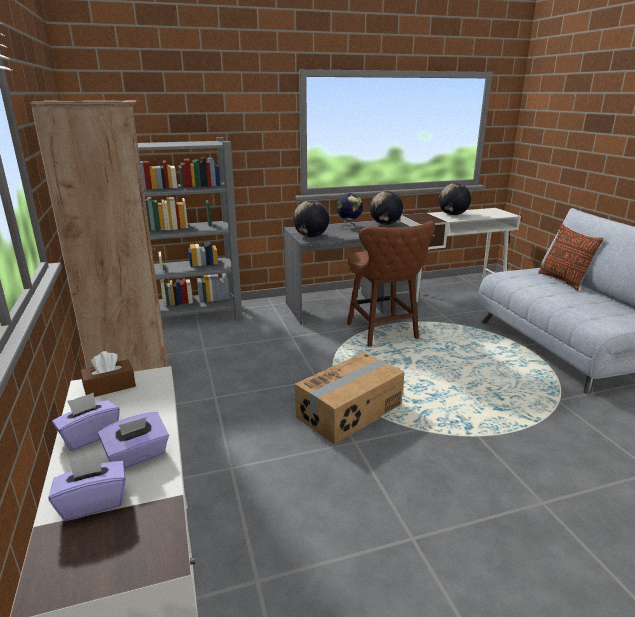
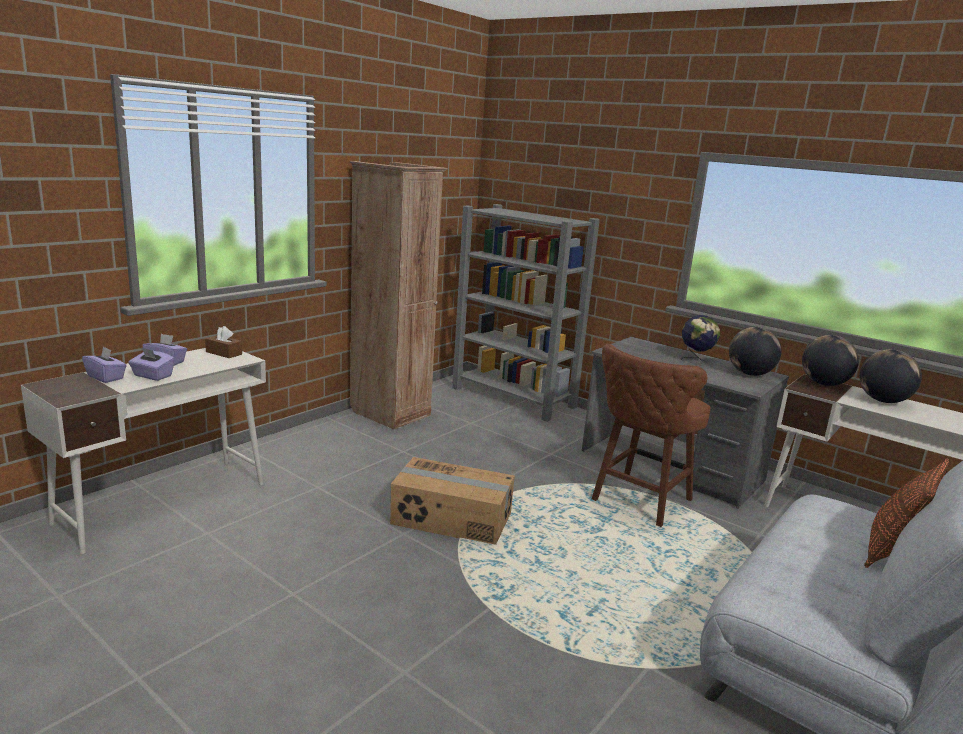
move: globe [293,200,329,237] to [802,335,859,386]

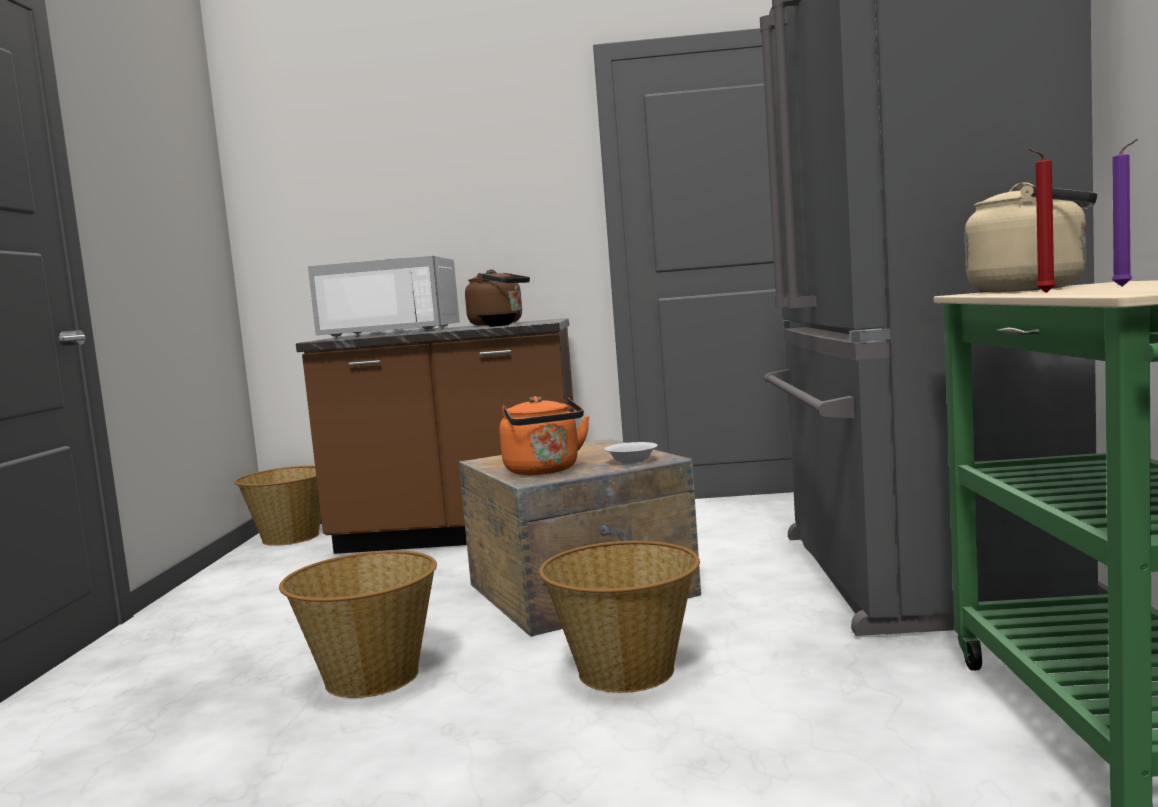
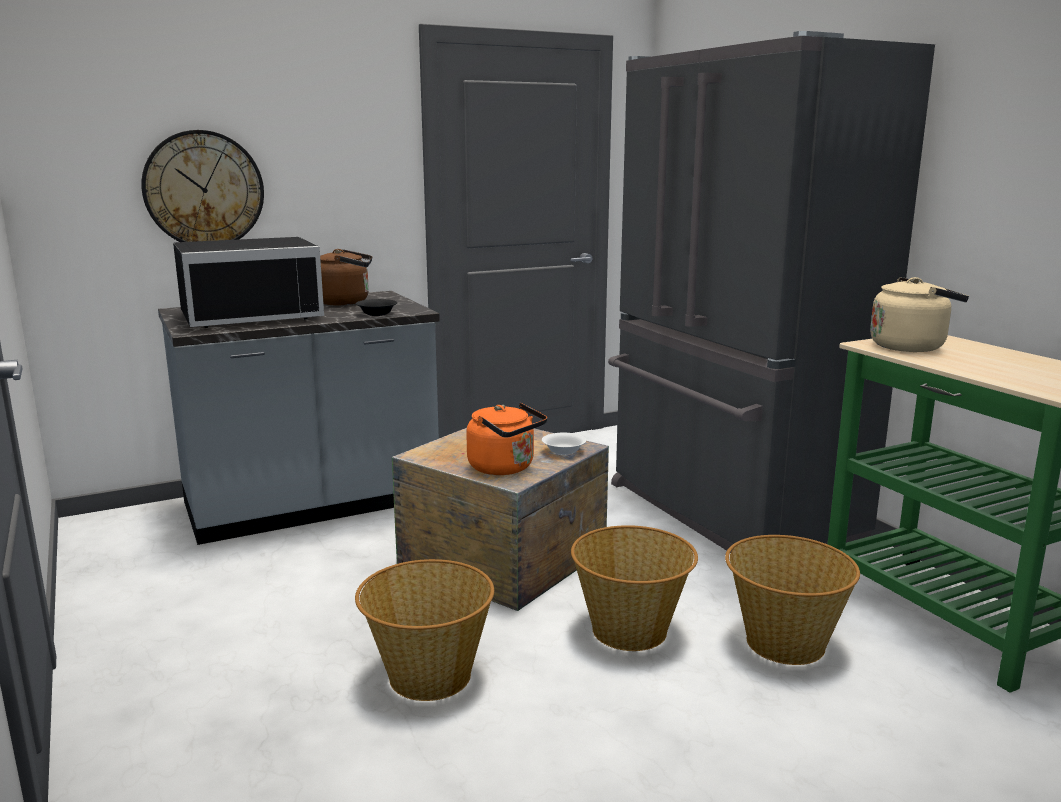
delete: red candle [1027,148,1056,293]; purple candle [1112,139,1138,287]
insert: wall clock [141,130,264,242]
move: basket [234,466,321,546] to [725,535,860,665]
recolor: brown counter [296,318,574,554] to grey counter [158,291,440,545]; white microwave [308,256,460,339] to black microwave [173,237,324,328]

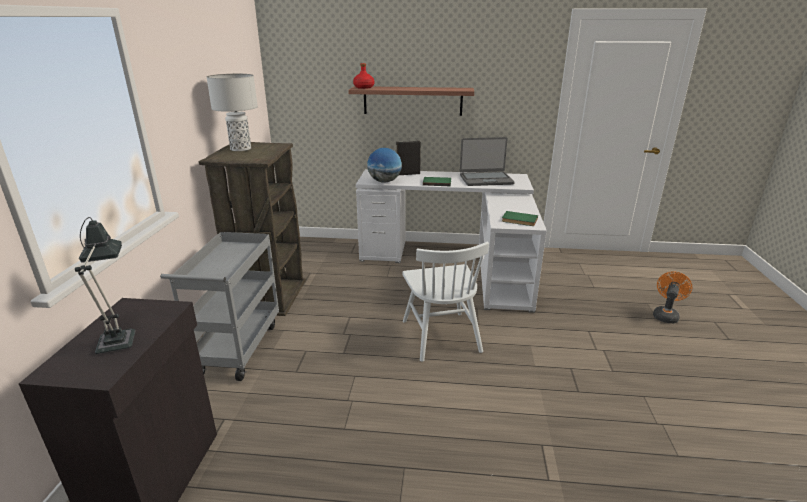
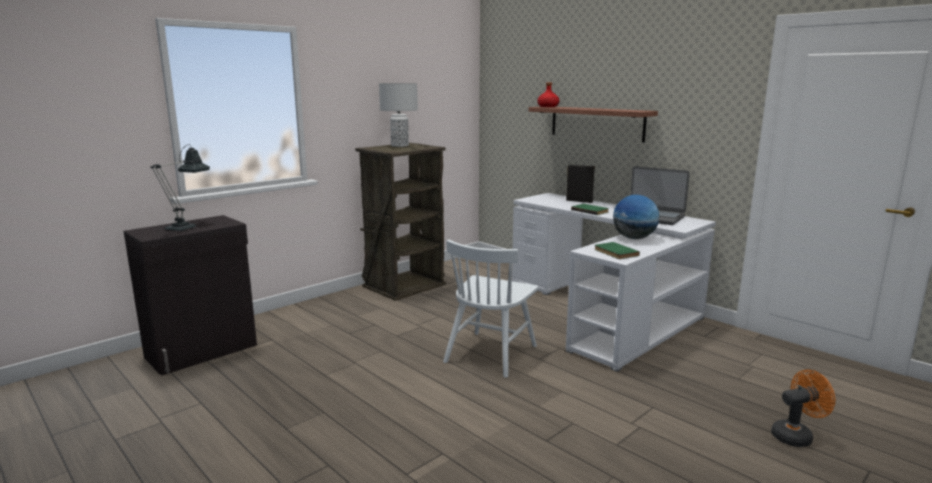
delete: grey cart [160,232,279,381]
move: globe [367,148,402,182] to [613,195,659,239]

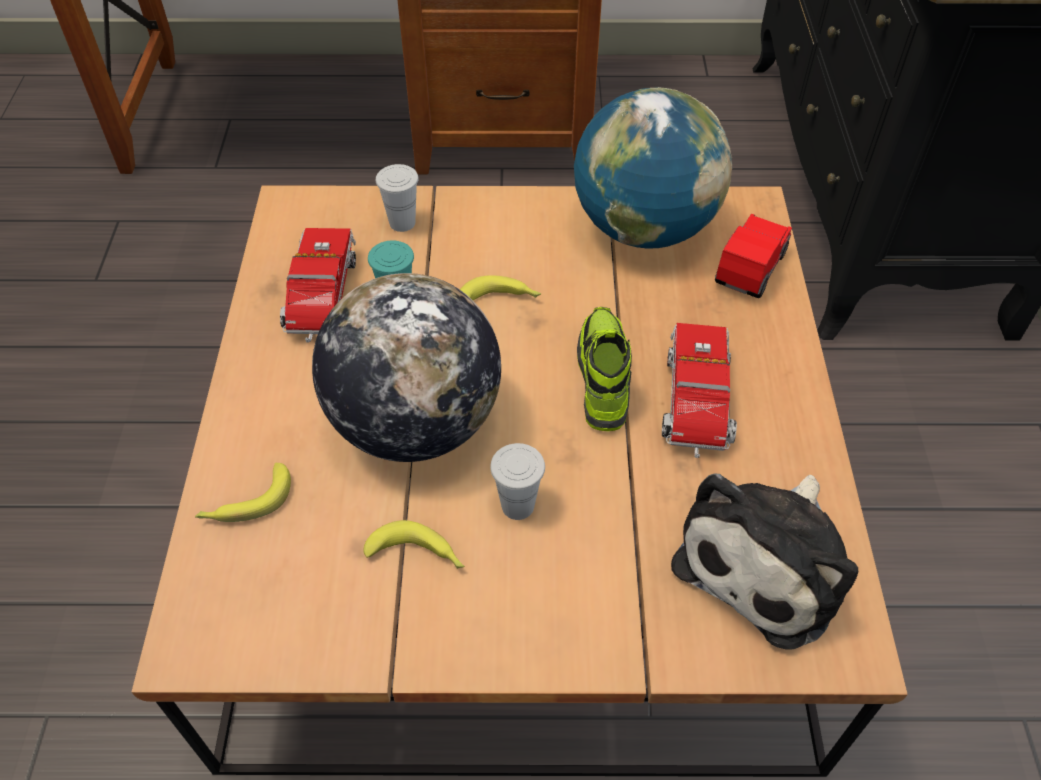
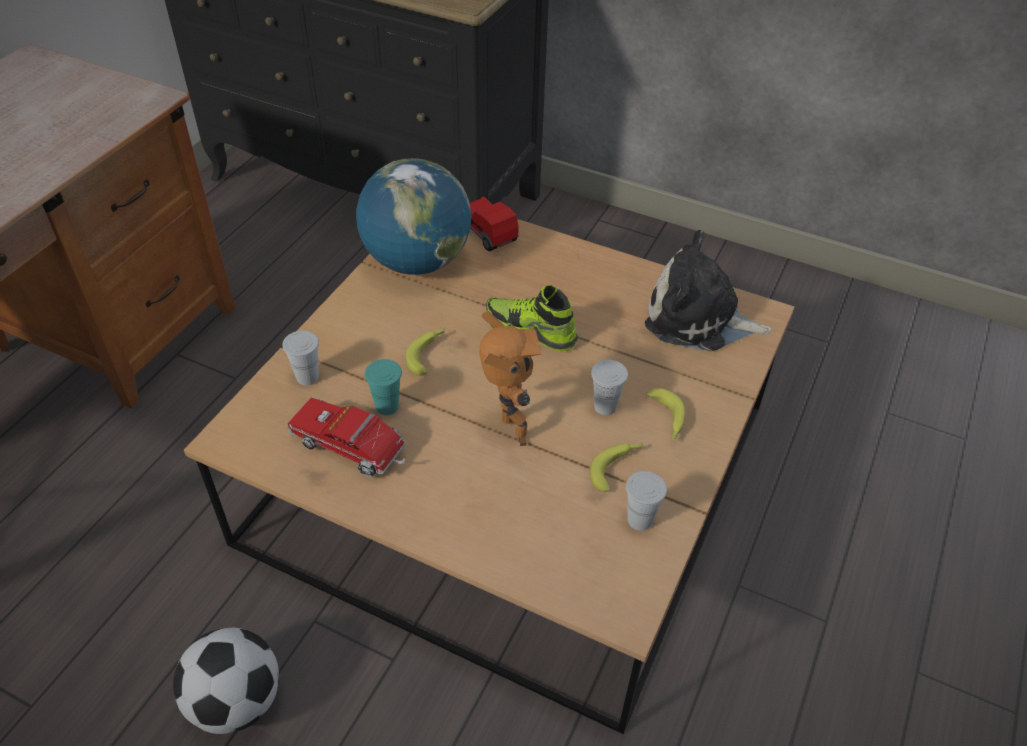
delete: toy truck [662,323,737,459]
insert: football [173,627,279,734]; white cup [626,471,667,531]
move: banana [195,463,291,522] to [647,388,686,441]
replace: globe [312,273,501,462] to toy robot [480,311,541,446]
rotate: plush toy [671,474,858,650] = [645,230,771,351] 135 degrees clockwise

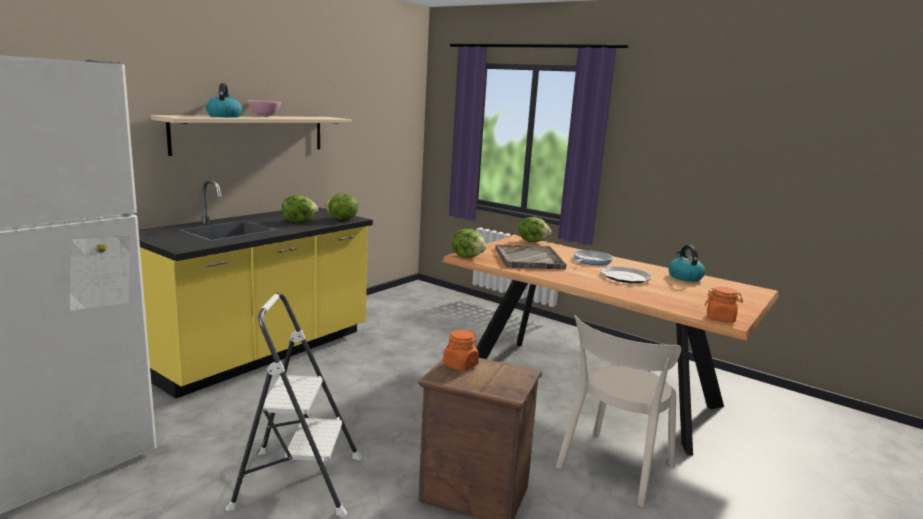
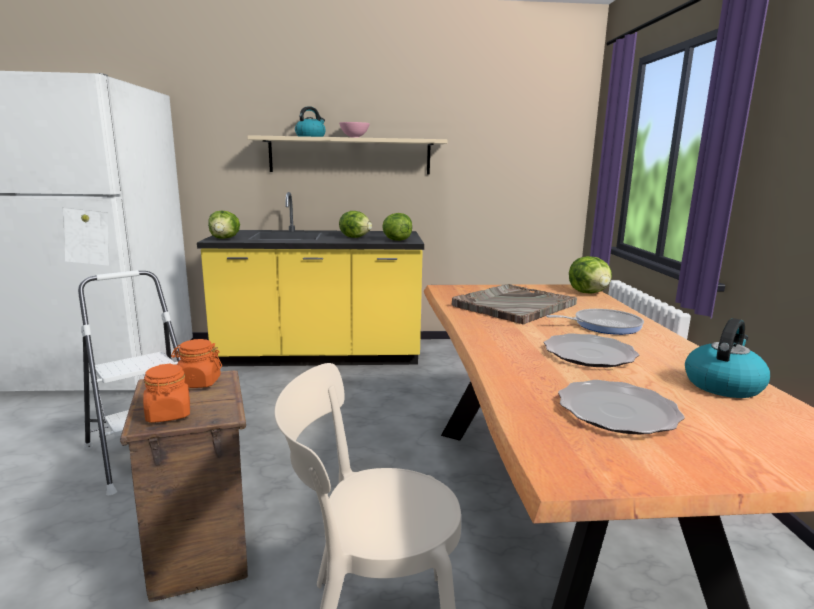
insert: plate [558,380,685,434]
move: lettuce [451,229,487,258] to [208,211,240,239]; orange jar [705,287,743,323] to [143,363,190,423]

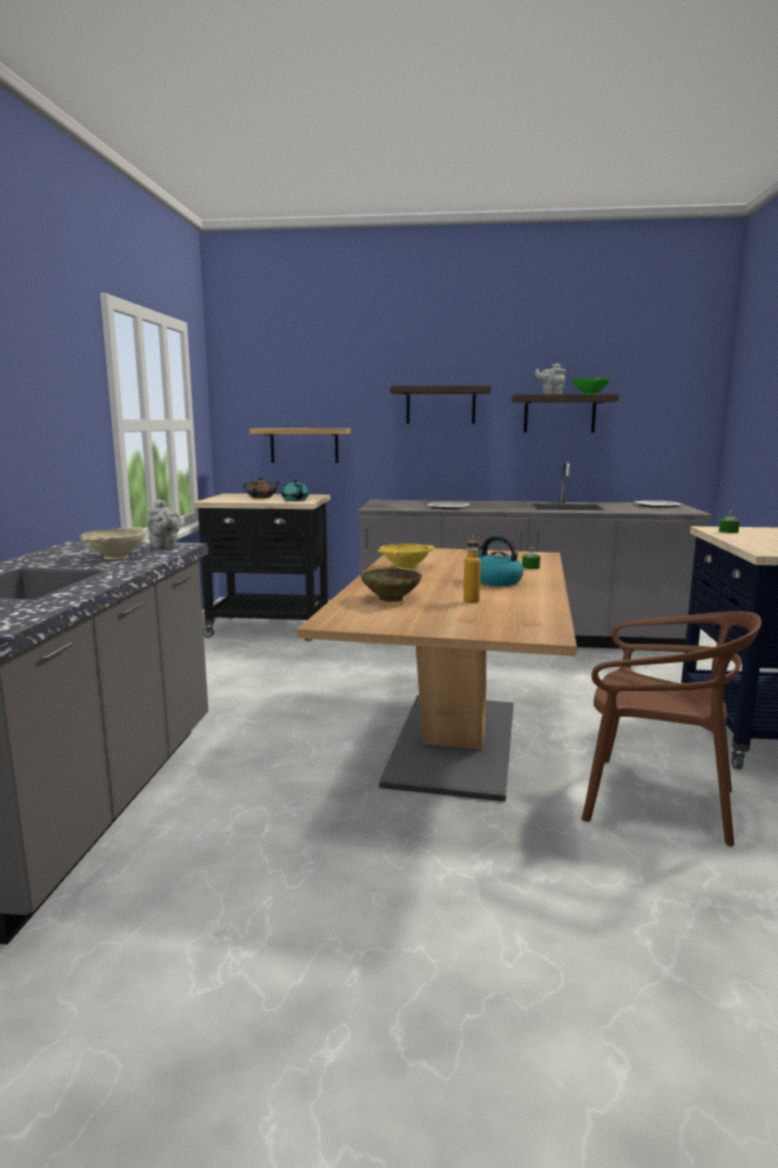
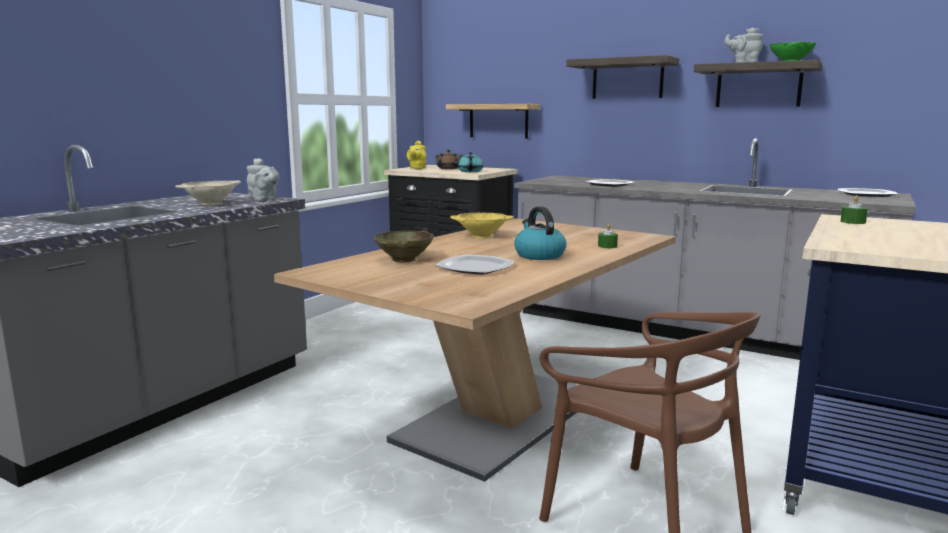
insert: yellow teapot [407,141,426,169]
replace: bottle [463,534,481,603] to plate [435,254,515,275]
rotate: grey teapot [147,500,181,549] = [247,158,279,200] 45 degrees counterclockwise

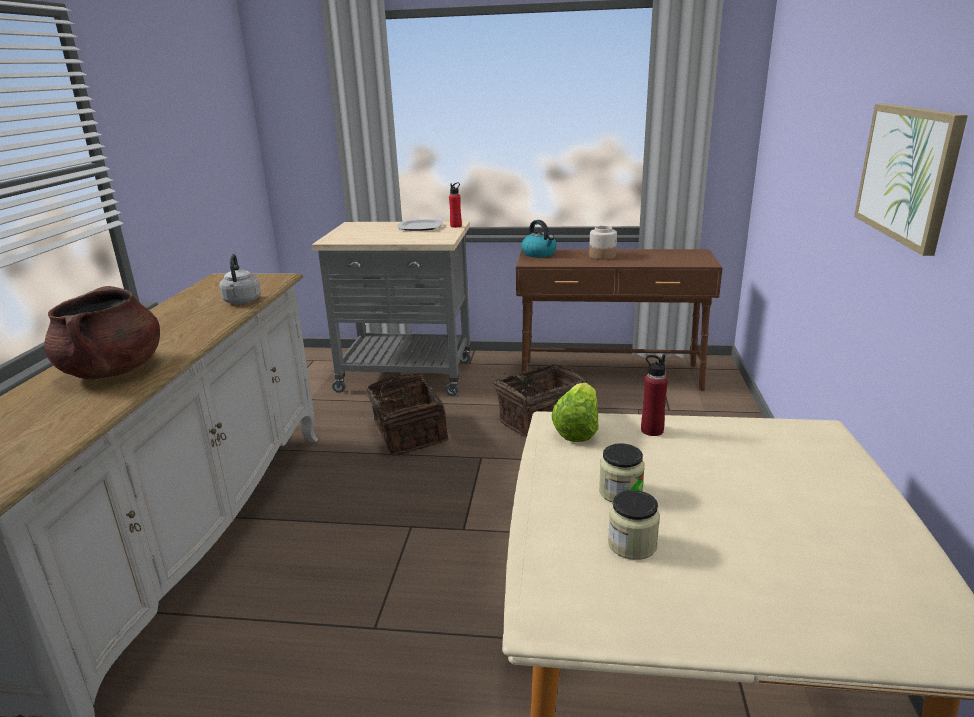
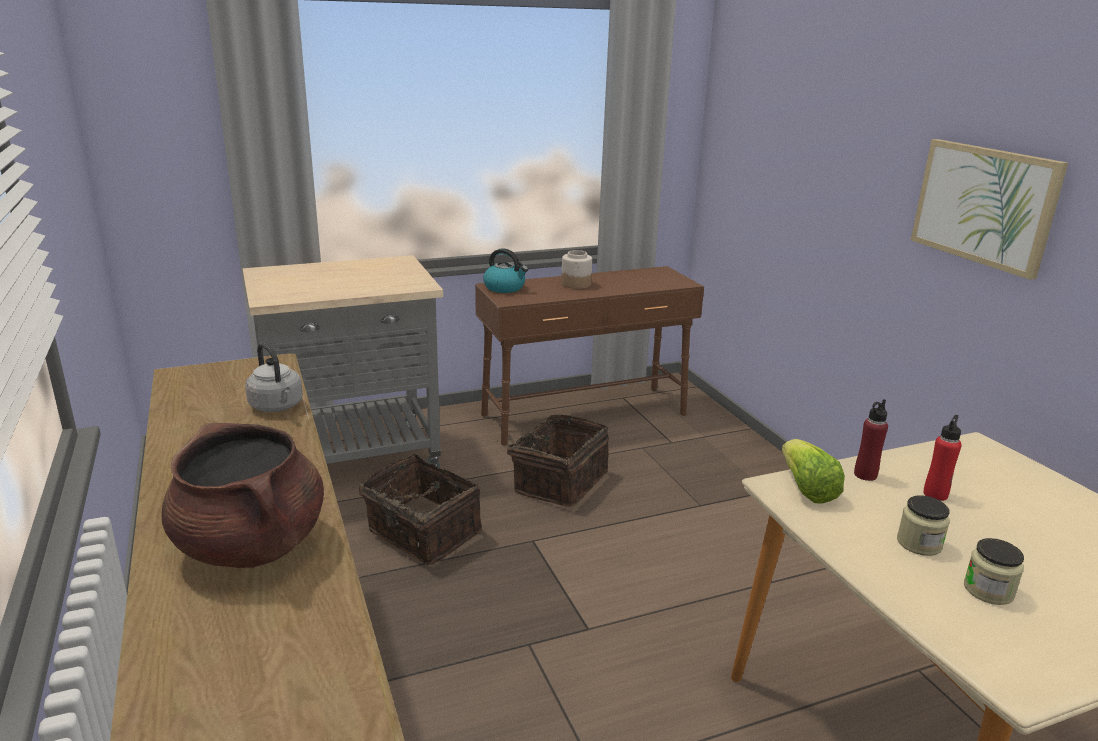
delete: plate [397,219,443,231]
move: red bottle [449,182,462,228] to [923,415,962,501]

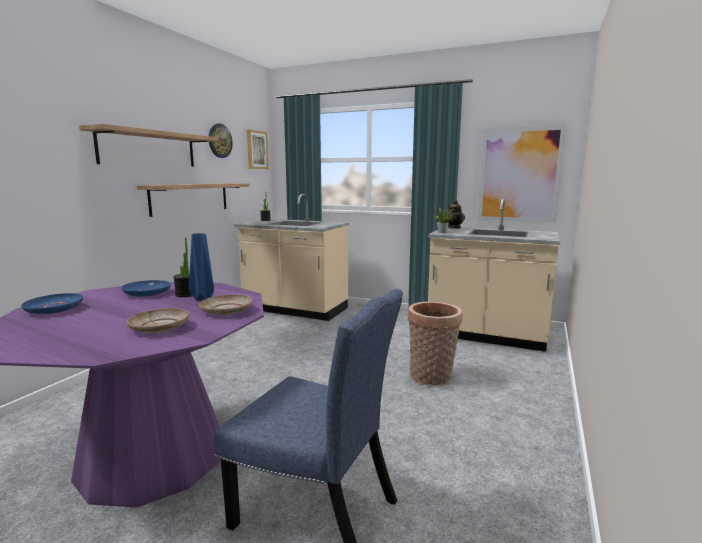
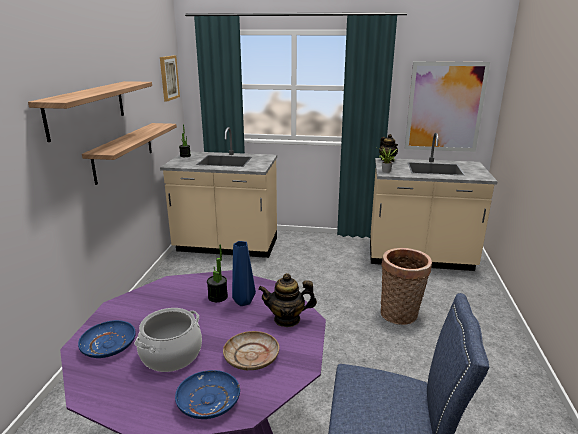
delete: wall clock [209,124,233,158]
insert: cooking pot [135,308,202,372]
move: blue plate [121,280,171,297] to [175,370,240,419]
replace: beige plate [199,294,253,315] to teapot [258,273,317,327]

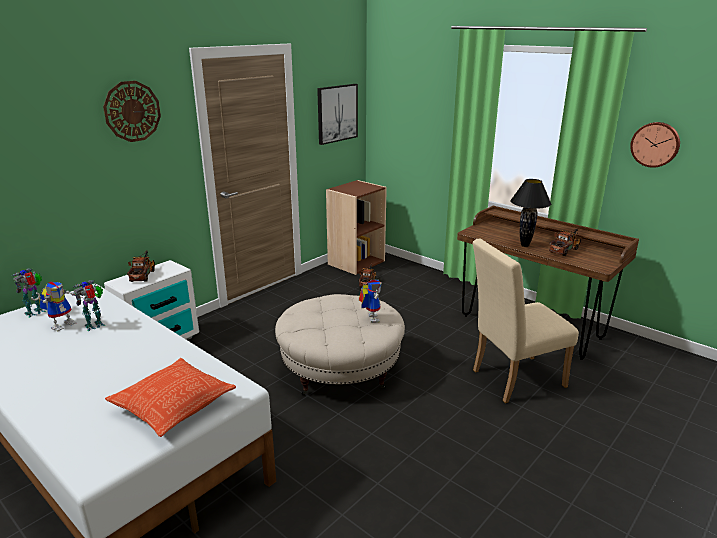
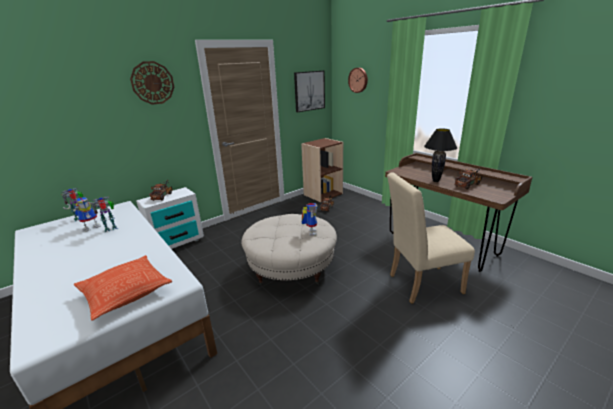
move: wall clock [630,122,680,168] to [348,68,368,93]

